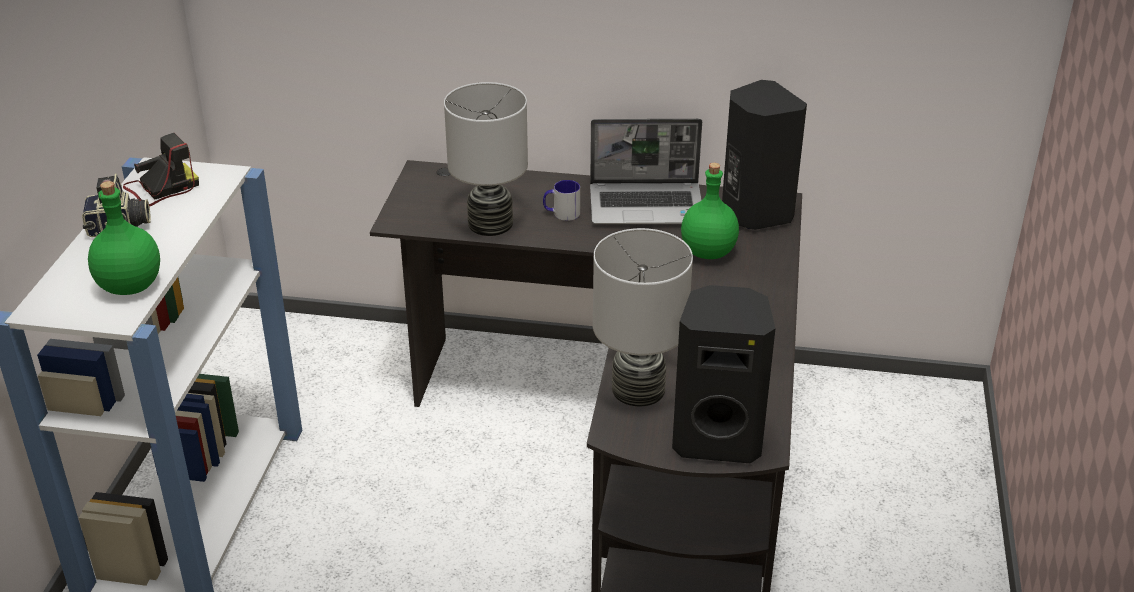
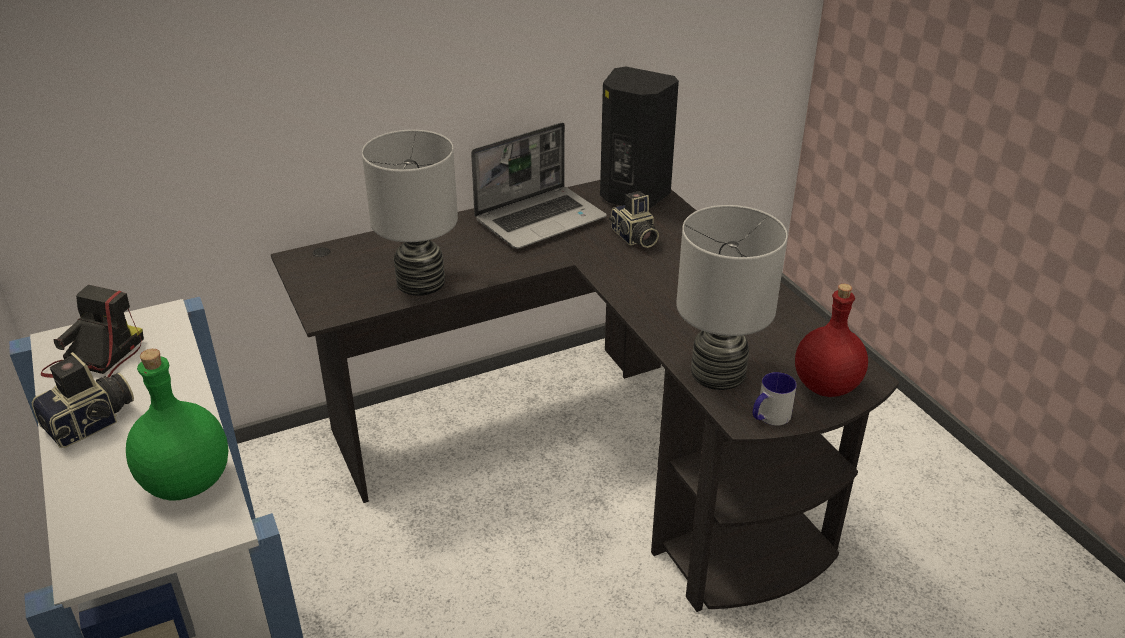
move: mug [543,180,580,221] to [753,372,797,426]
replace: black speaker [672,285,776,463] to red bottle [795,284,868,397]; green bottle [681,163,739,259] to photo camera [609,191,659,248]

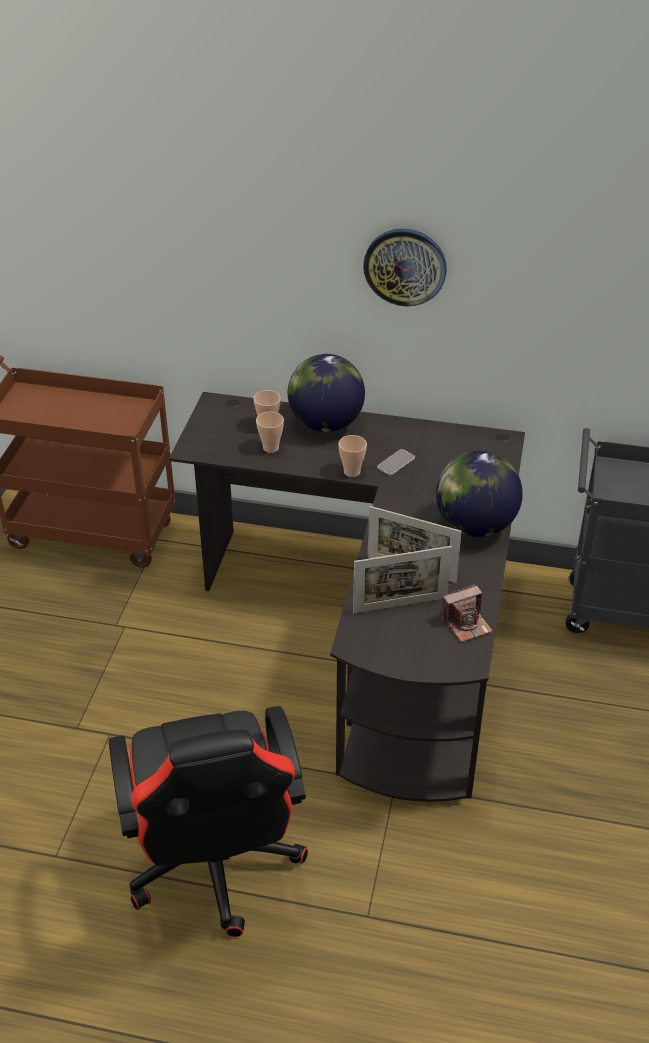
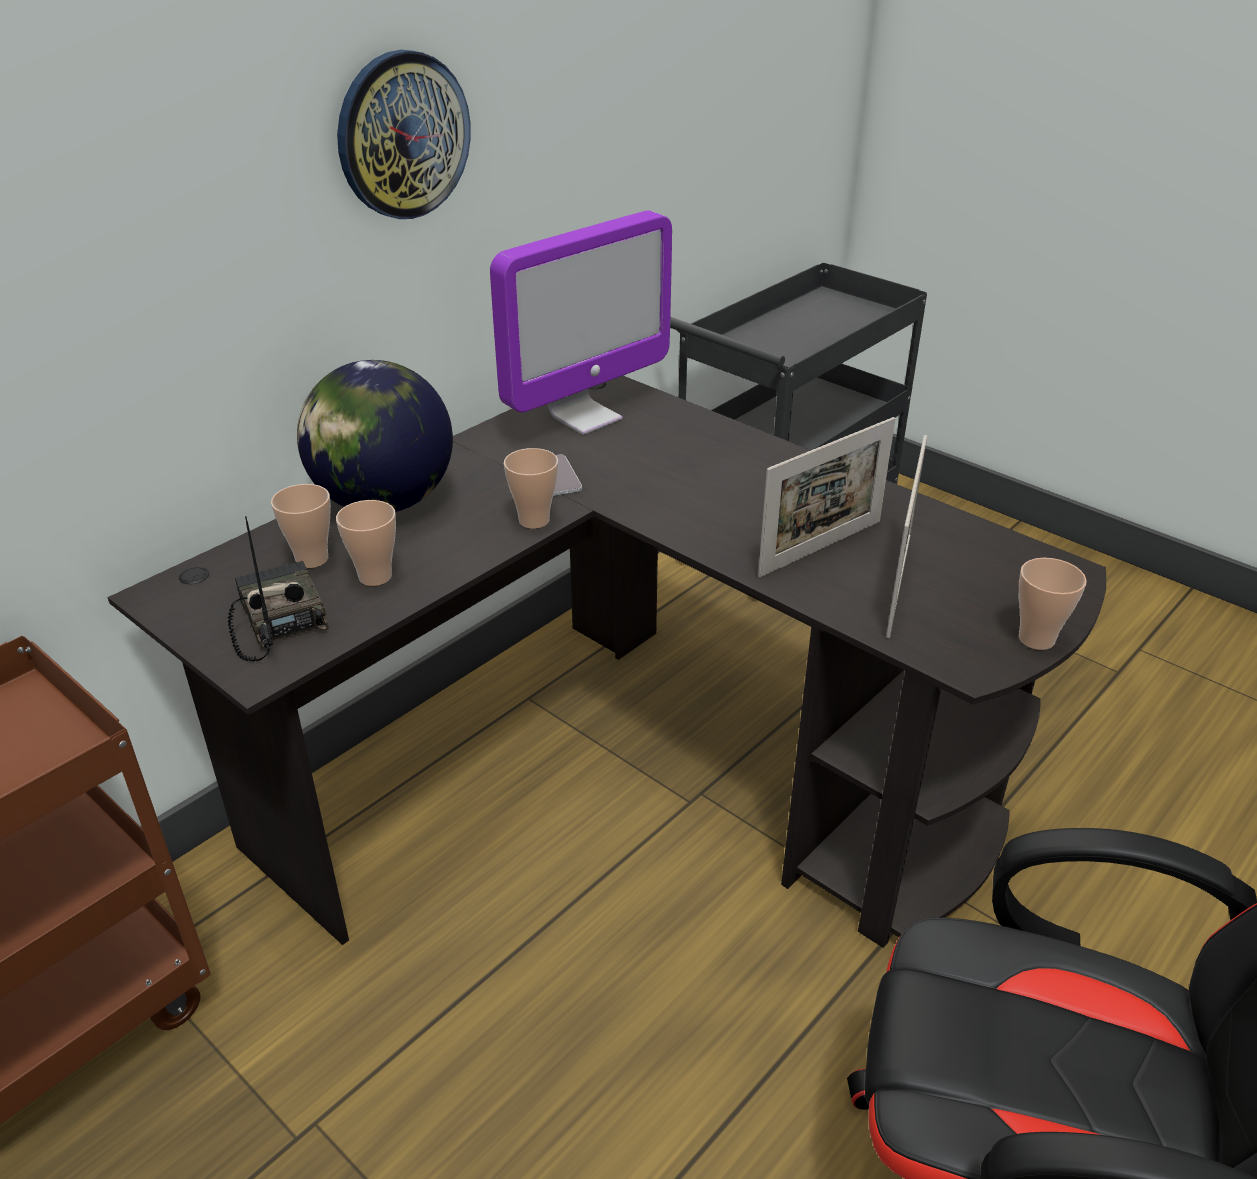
delete: globe [436,451,523,537]; photo camera [441,584,493,642]
insert: radio [227,516,329,661]; monitor [490,210,672,435]; cup [1019,558,1087,650]

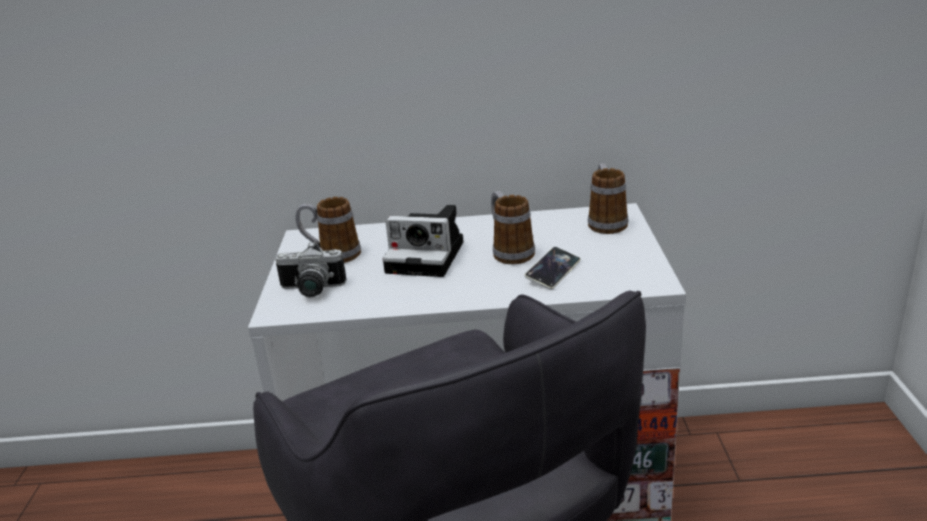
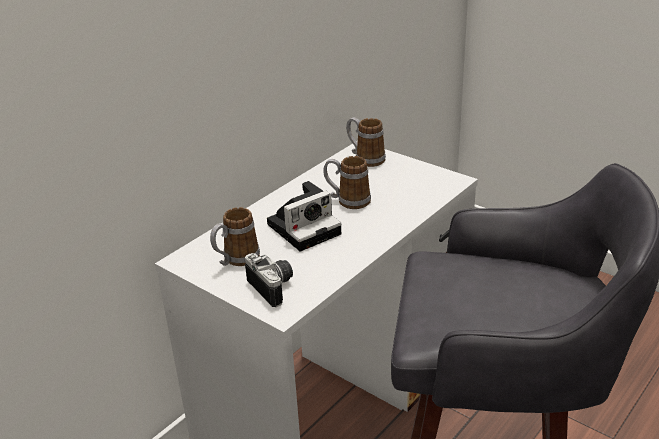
delete: phone [524,247,581,290]
rotate: photo camera [275,242,346,297] = [245,253,293,307] 75 degrees counterclockwise

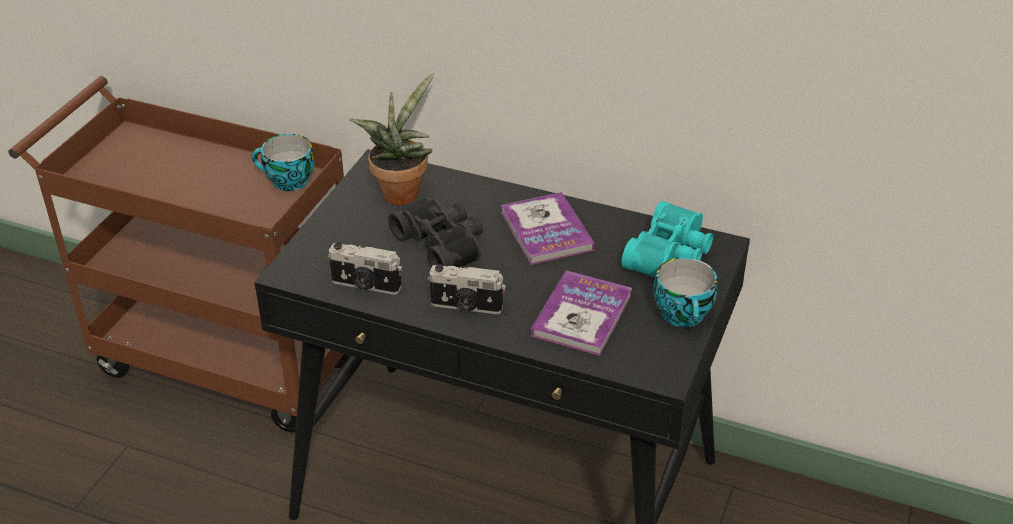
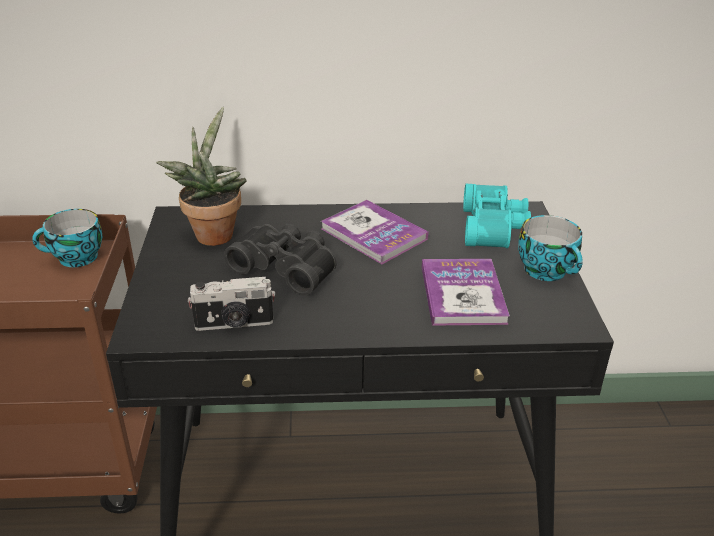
delete: photo camera [428,264,506,314]

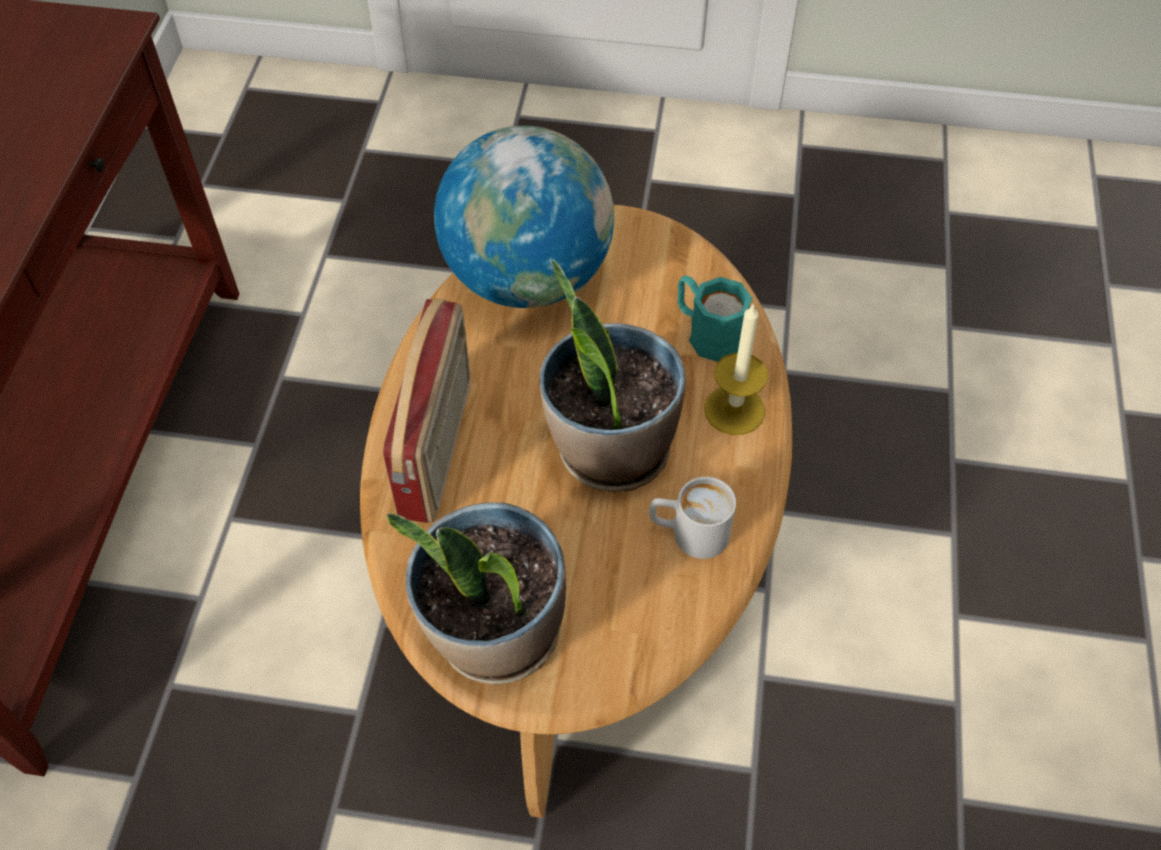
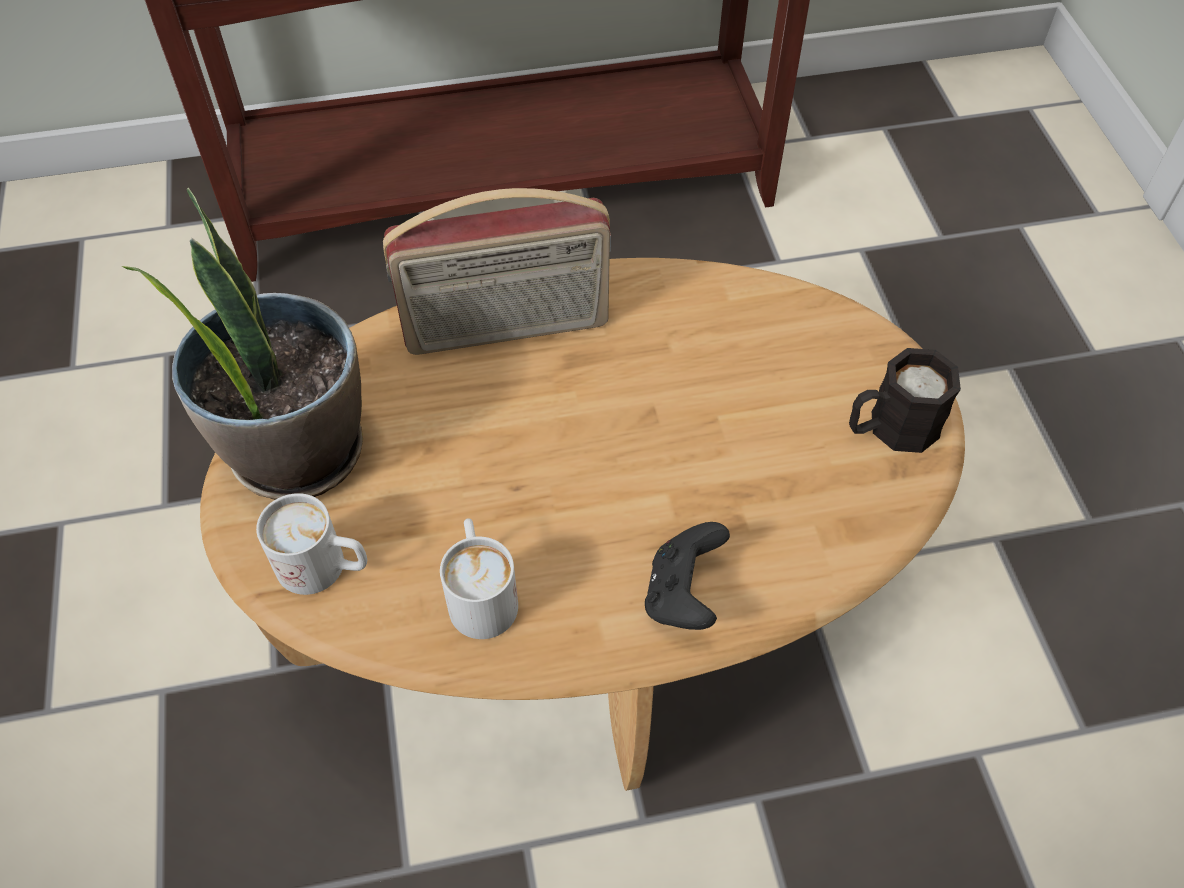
delete: globe [434,126,614,308]; potted plant [540,260,686,493]; turquoise mug [678,275,752,362]
insert: white mug [256,493,367,595]; black mug [849,348,961,453]
replace: candle [704,303,768,435] to black game controller [645,522,730,630]

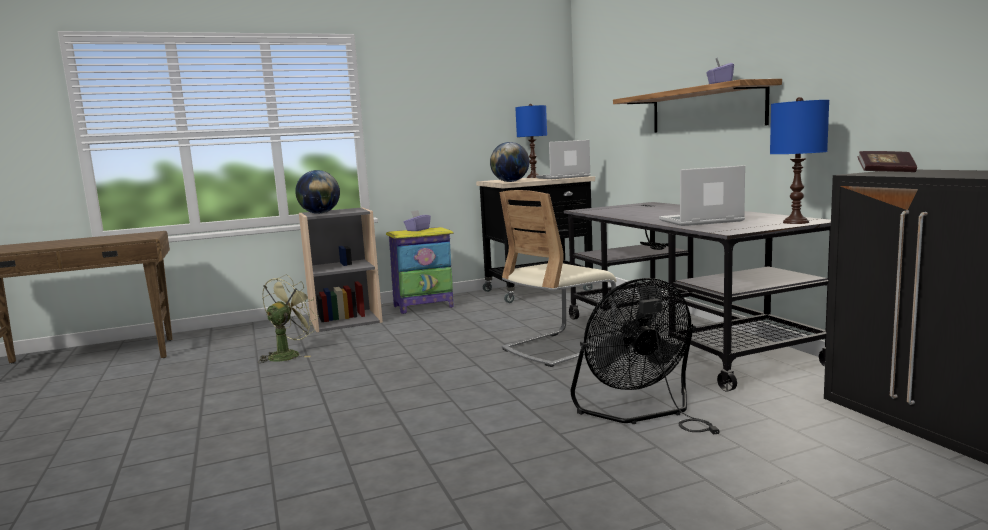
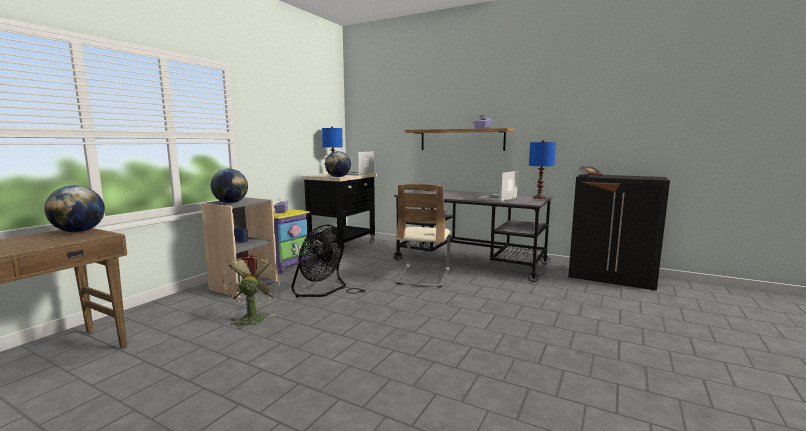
insert: globe [45,186,105,232]
move: black fan [571,278,719,434] to [291,225,366,298]

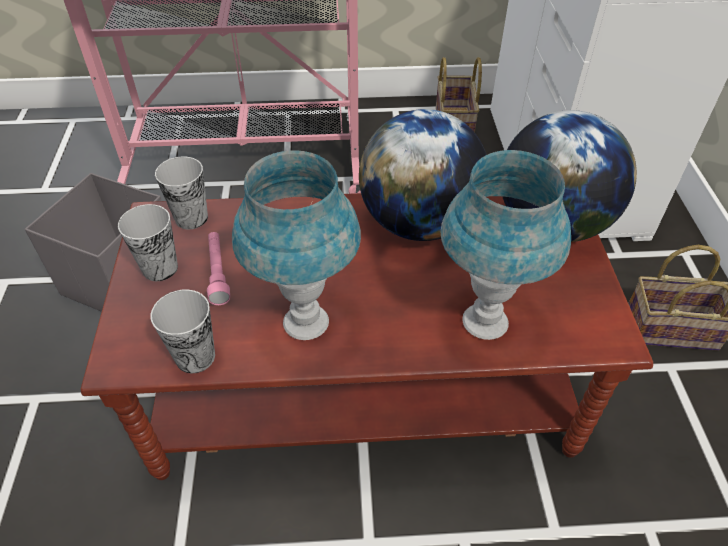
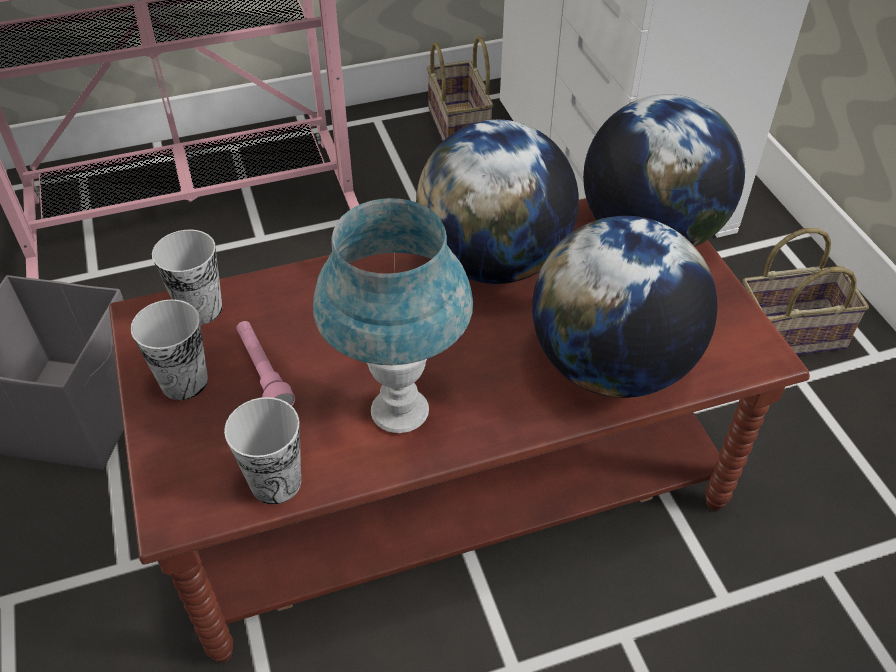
replace: blue table lamp [441,150,571,340] to globe [532,216,717,398]

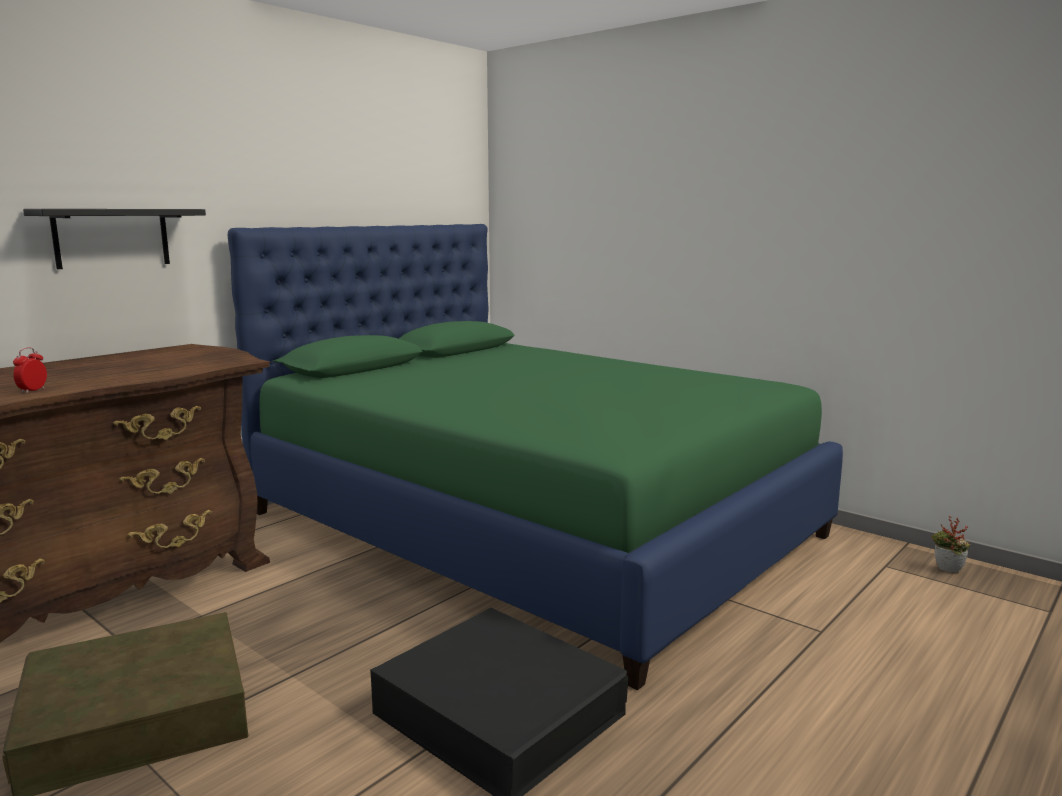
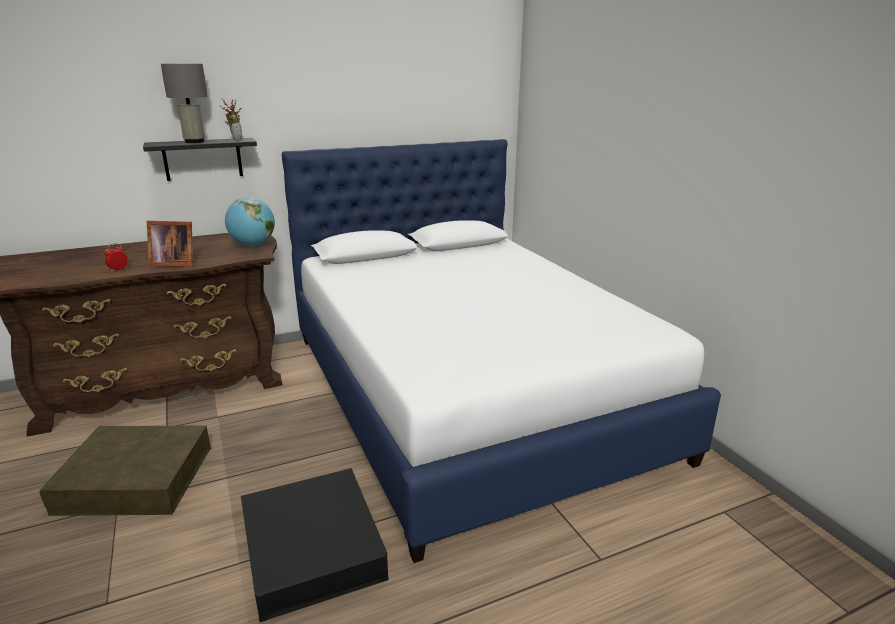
insert: picture frame [147,221,193,267]; grey table lamp [161,64,207,143]; globe [225,198,275,246]
move: potted plant [931,516,971,573] to [220,99,242,141]
recolor: green bed [228,224,843,690] to white bed [282,139,721,563]

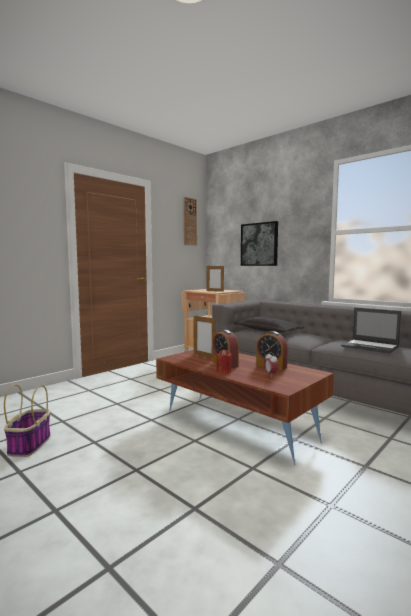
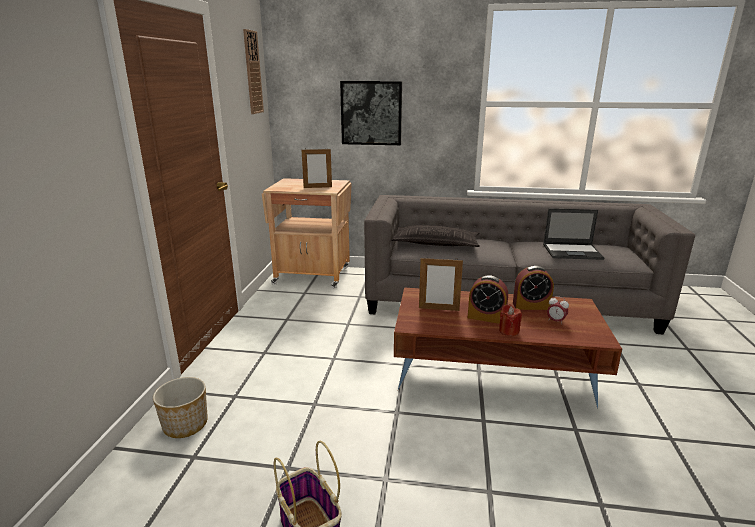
insert: planter [153,377,208,438]

